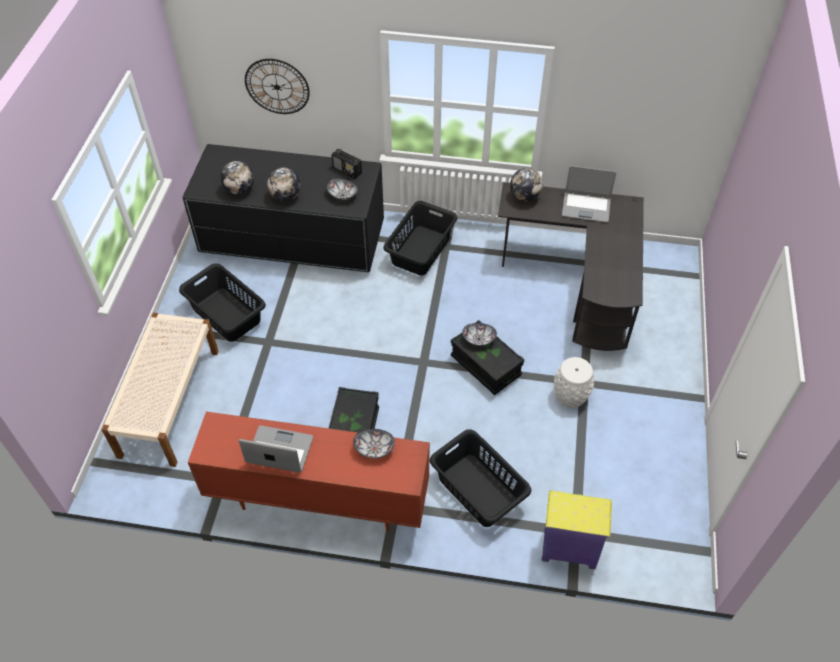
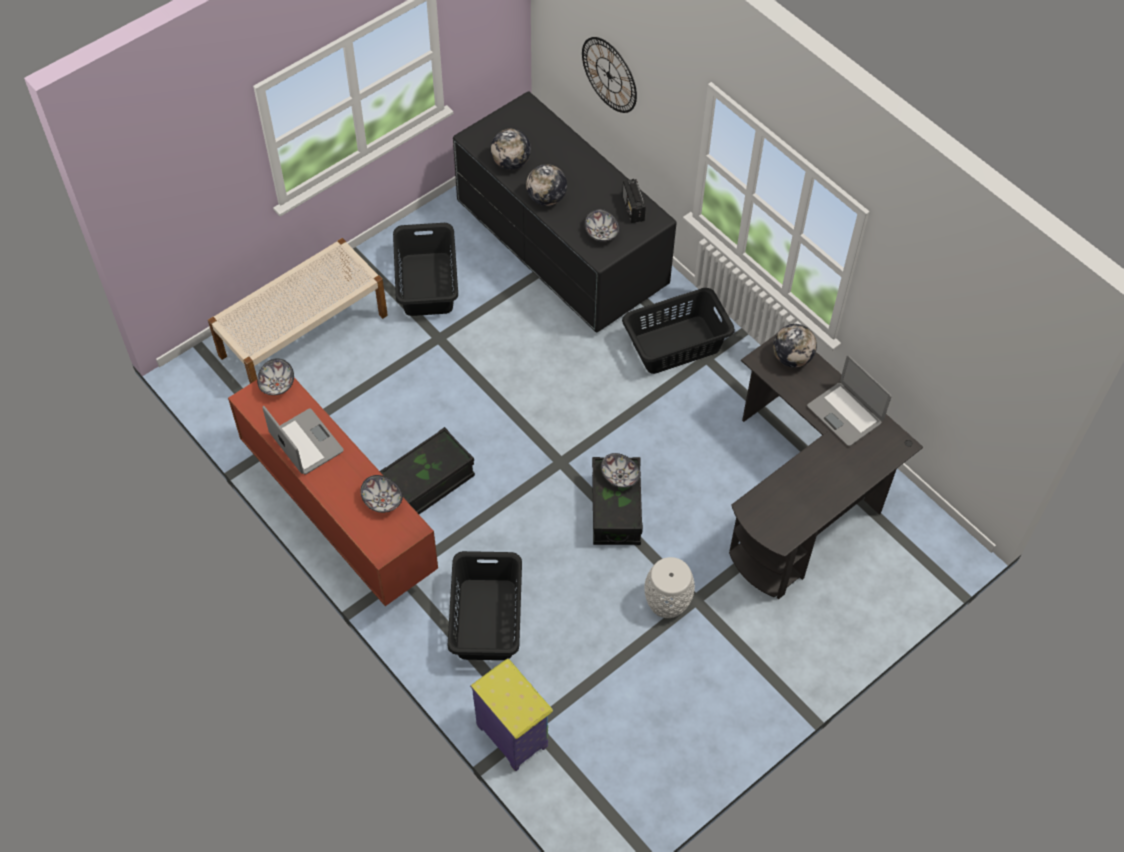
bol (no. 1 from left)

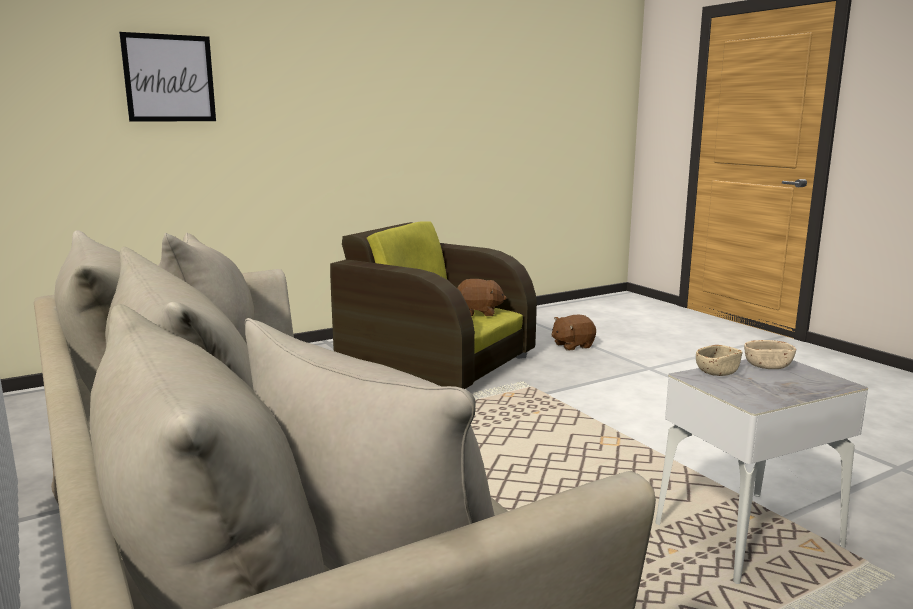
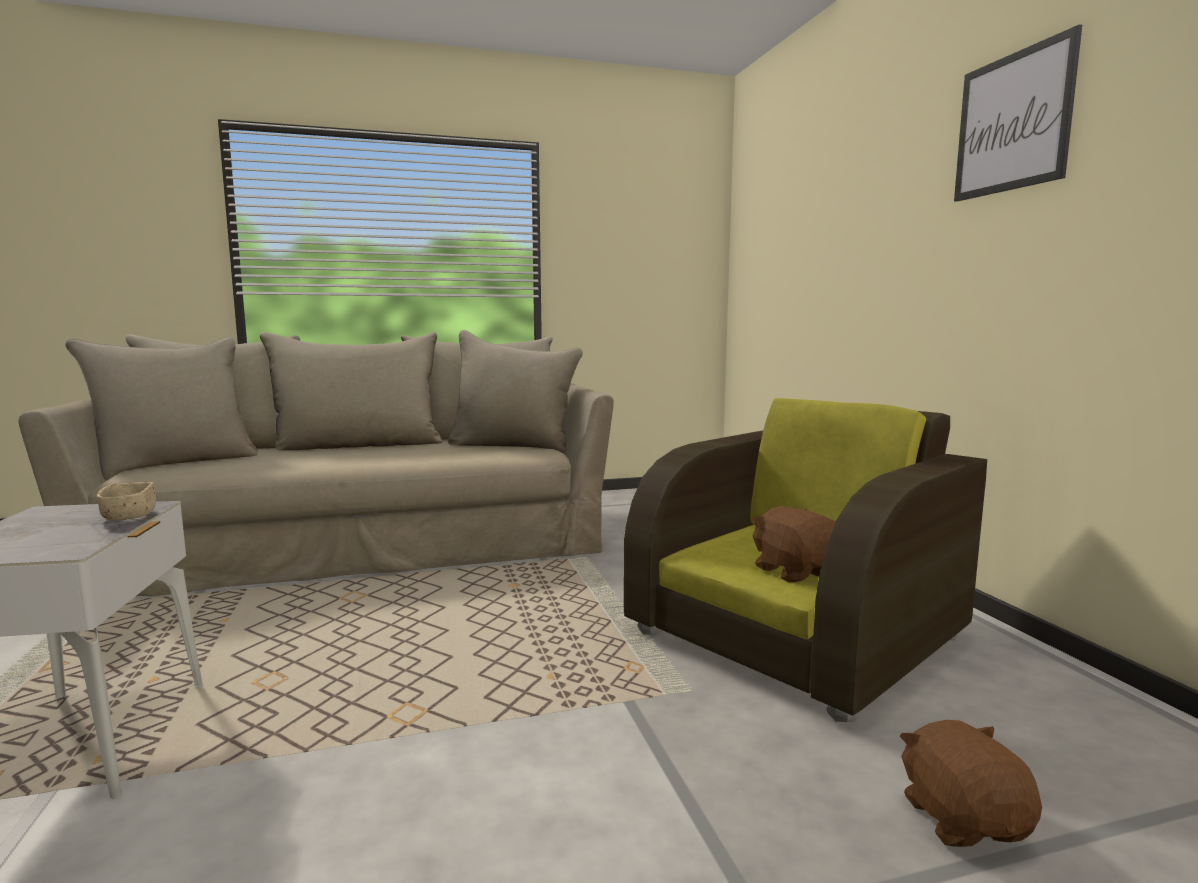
bol [beige] (no. 2 from left in the first image)
tableau
peluche [marron] (no. 1 from left)

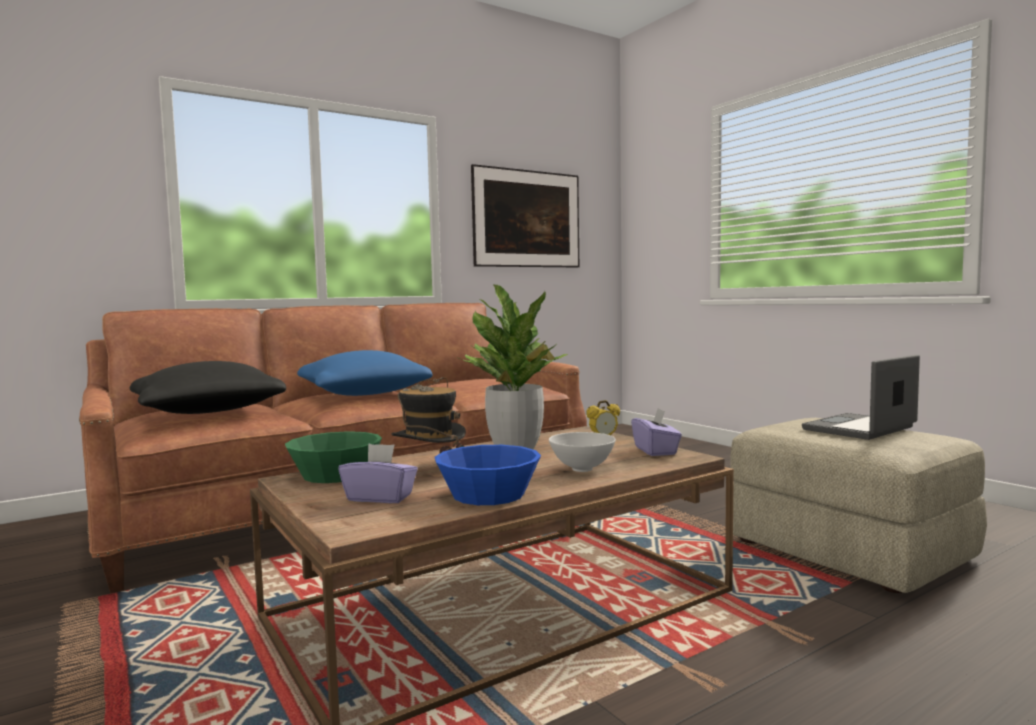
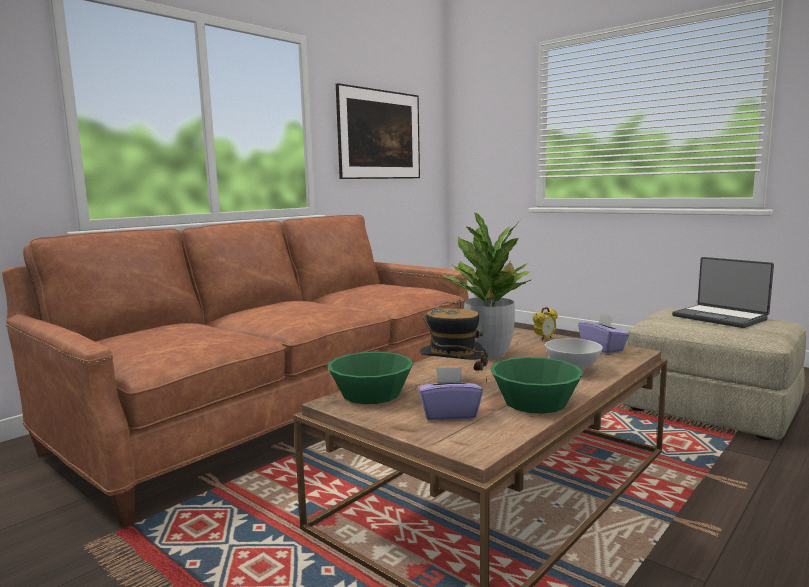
coussin [noir]
coussin [bleu]
bol [vert] (no. 2 from left)
ordinateur portable

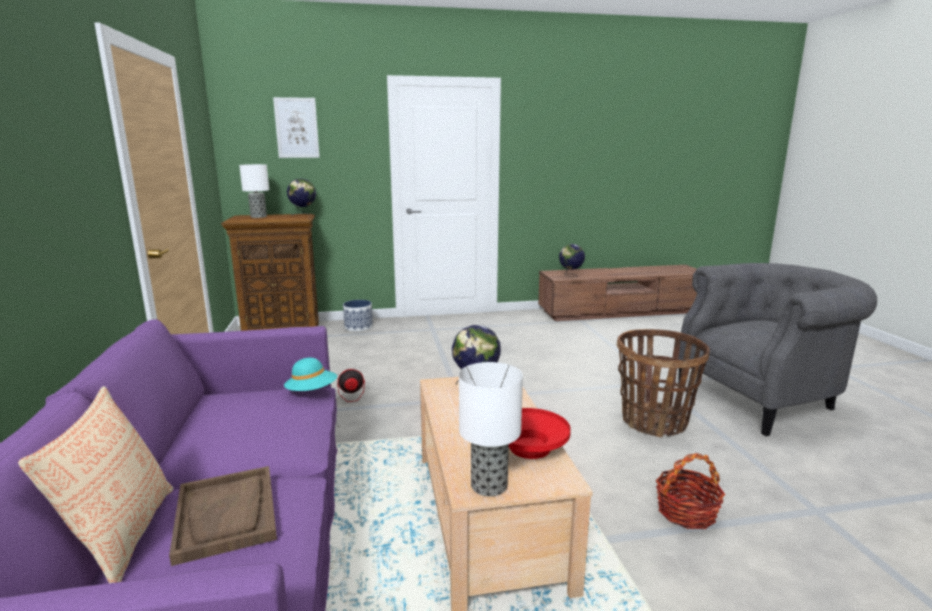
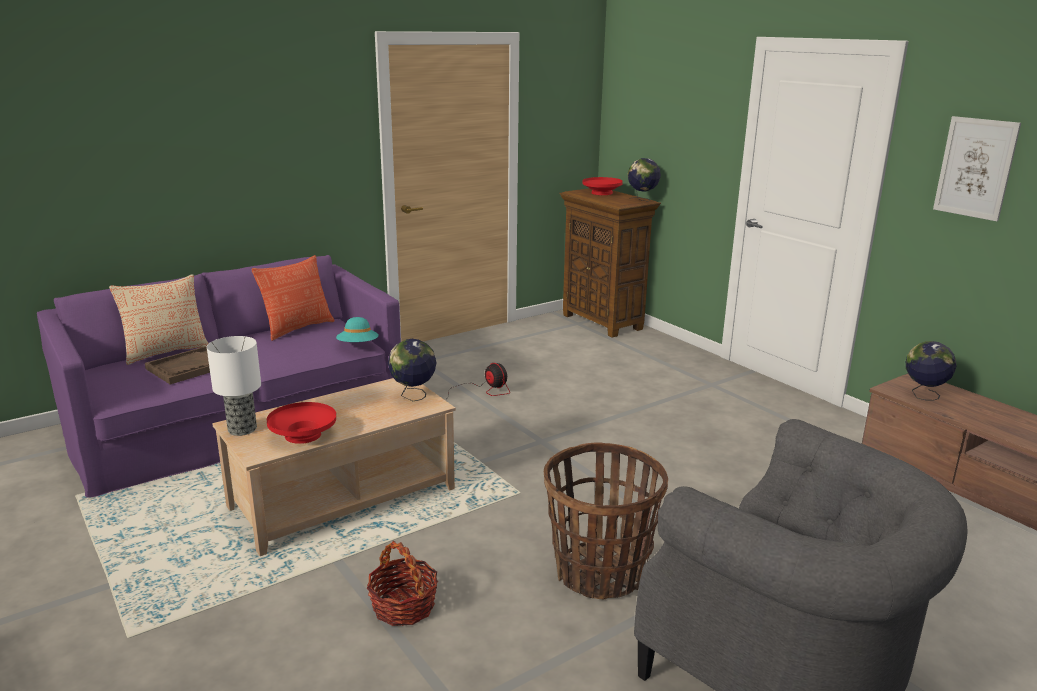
cache-pot
coussin [orange]
tableau
bol [rouge] (no. 2 from left)

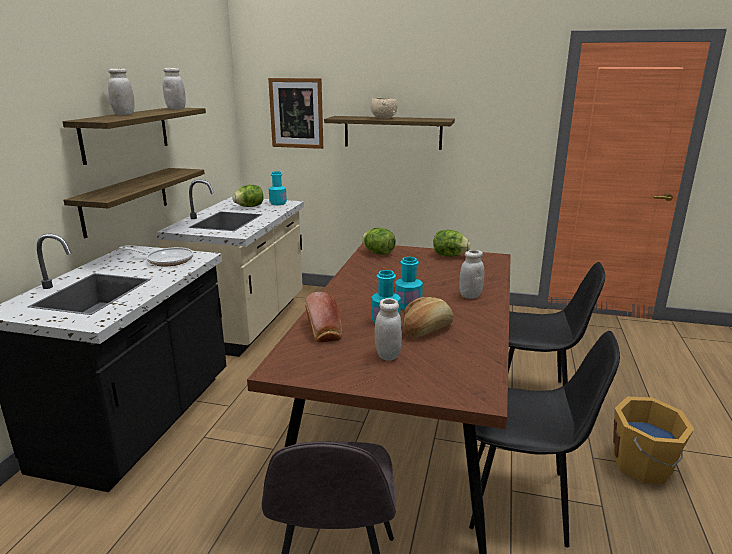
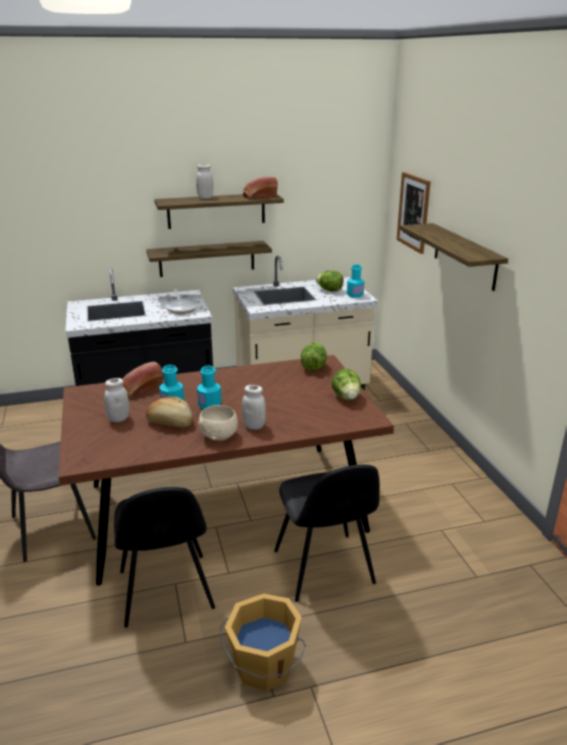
bol [beige]
pain (no. 3 from left)

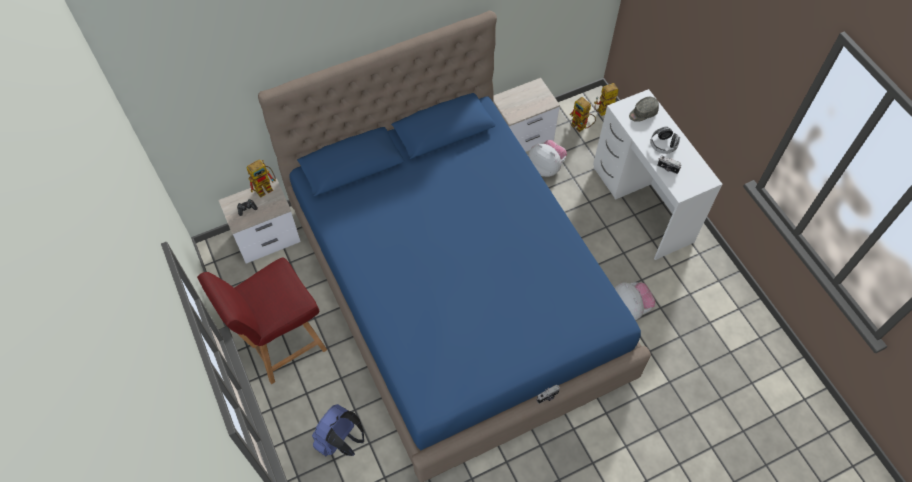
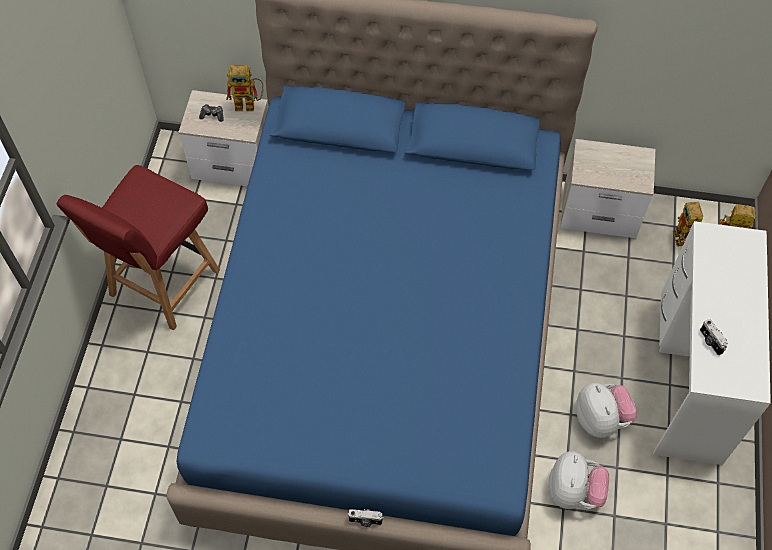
sac à dos [bleu]
casquette [gris]
casque audio
peluche (no. 2 from left)
chaise [rouge]

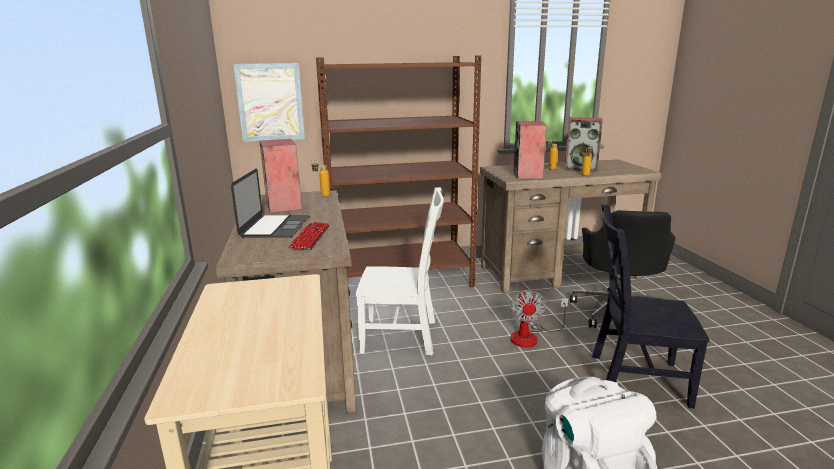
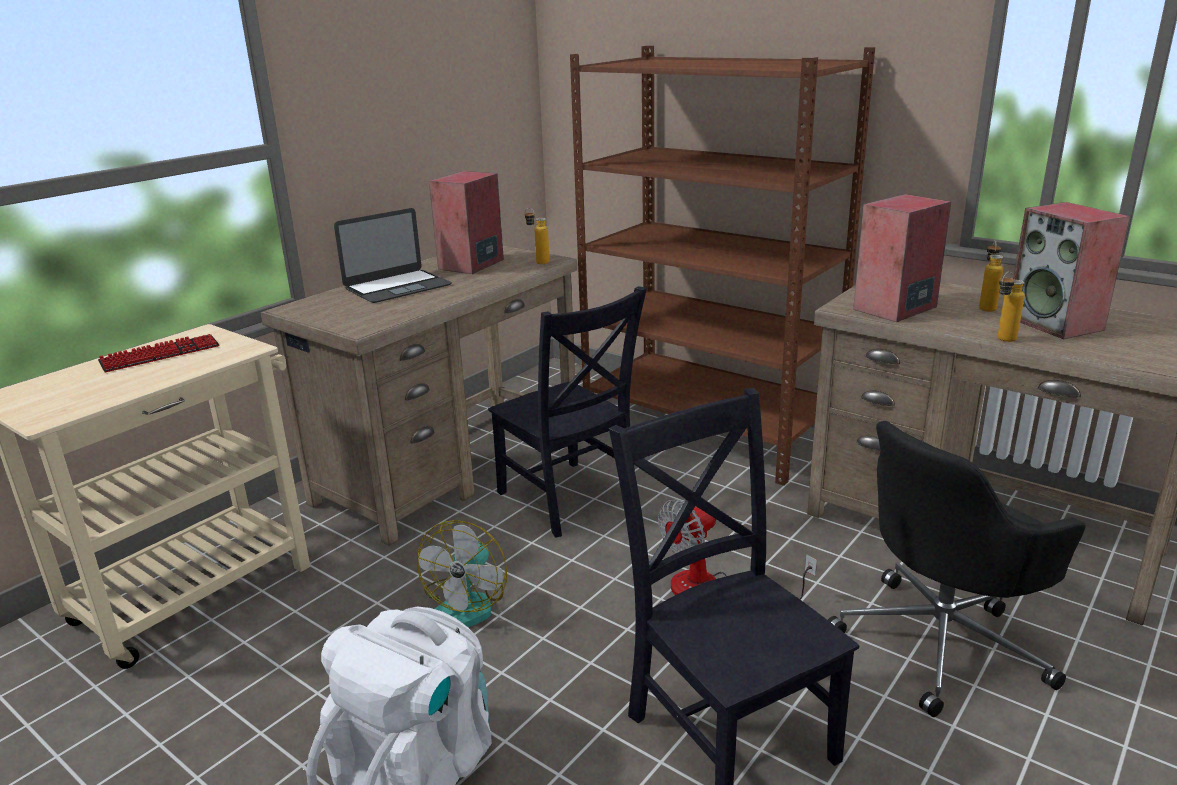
tableau
ventilateur (no. 1 from left)
clavier
chaise [noir] (no. 1 from left)

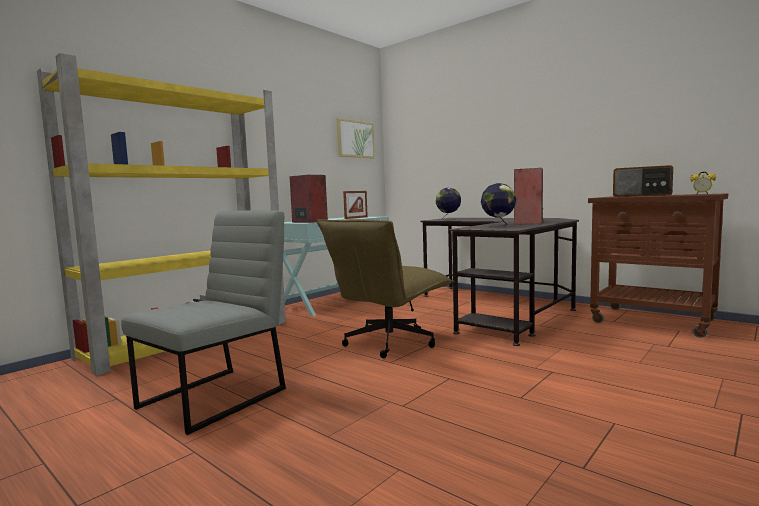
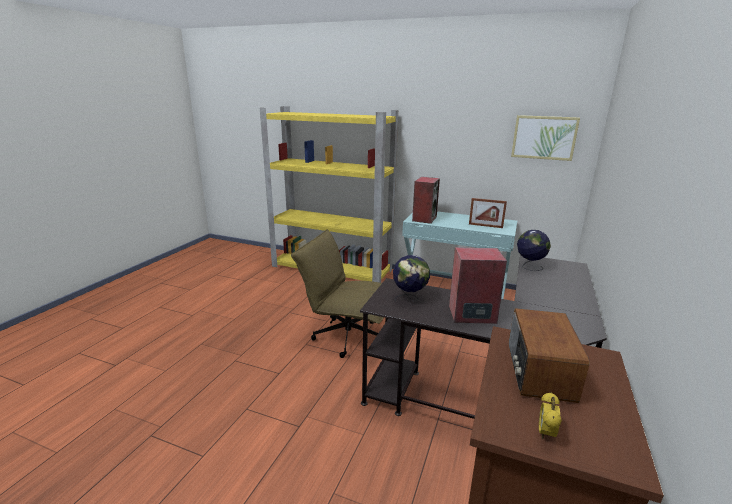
chaise [gris]

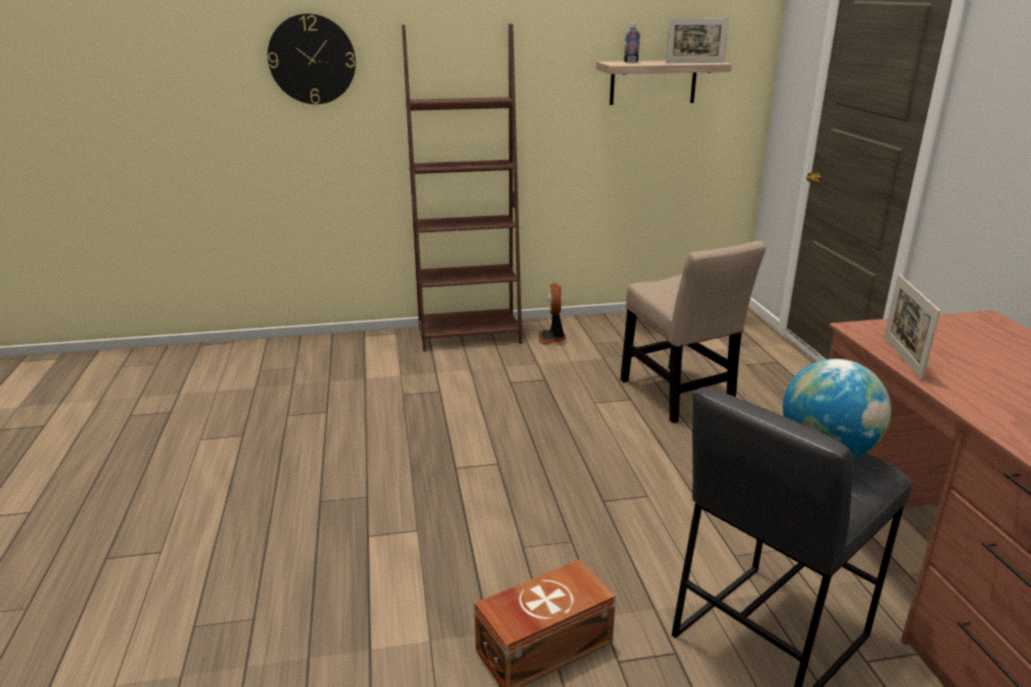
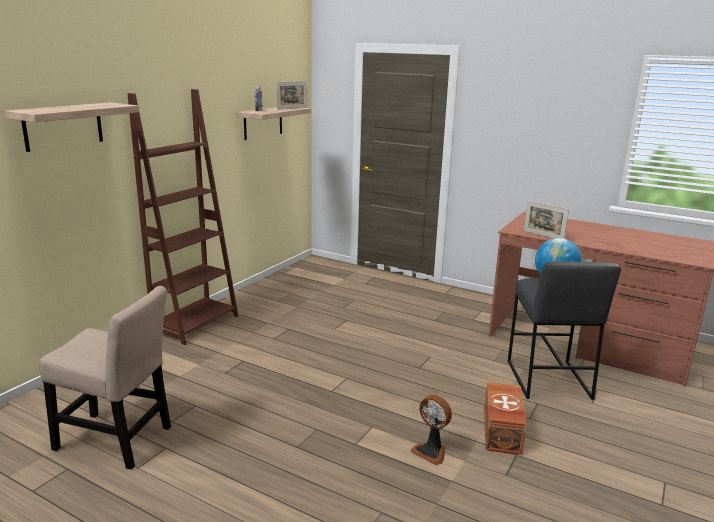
ventilateur
chaise [beige]
étagère (no. 1 from left)

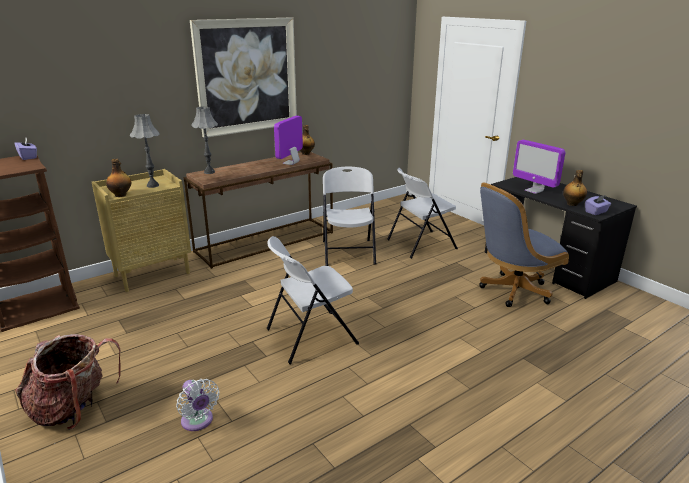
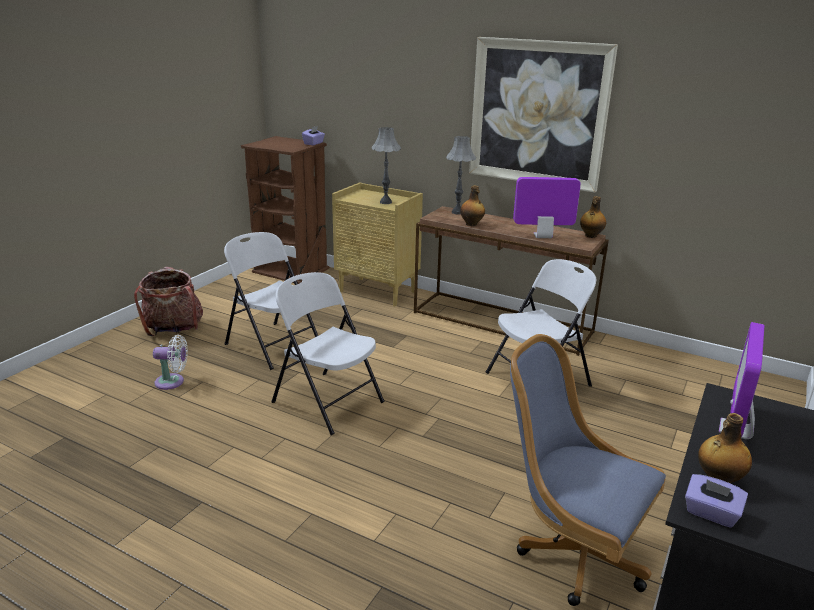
bouteille (no. 1 from left)
chaise [blanc] (no. 1 from left)
ventilateur [blanc]

